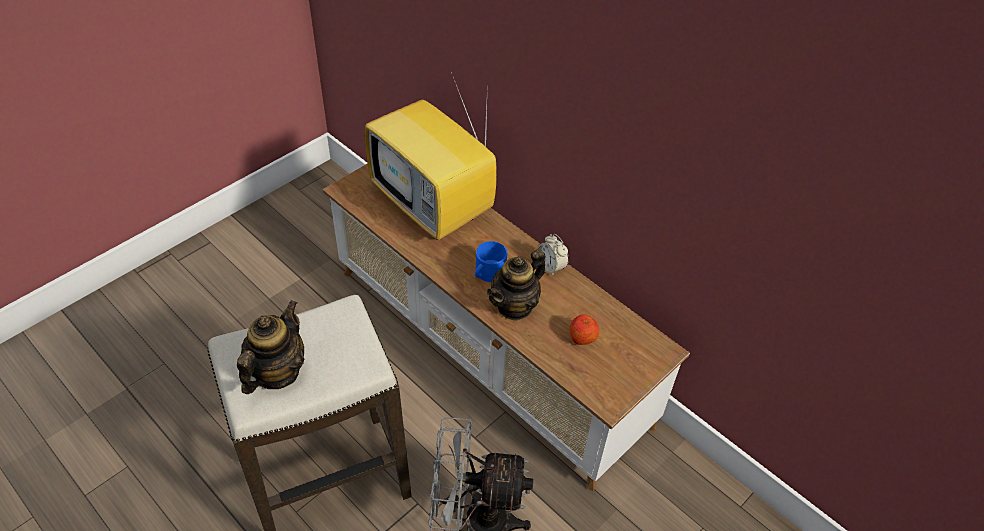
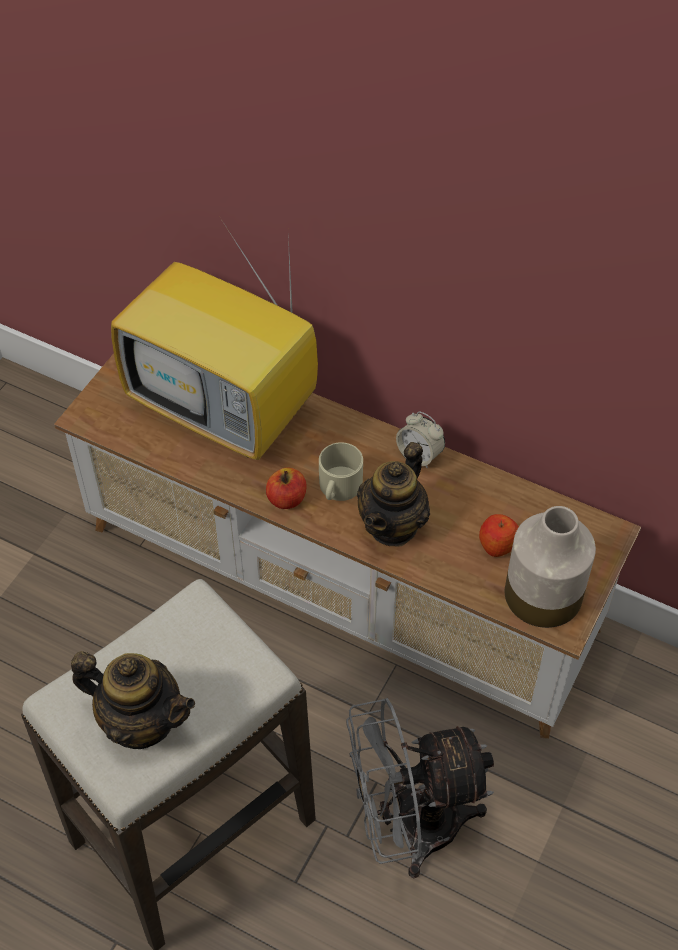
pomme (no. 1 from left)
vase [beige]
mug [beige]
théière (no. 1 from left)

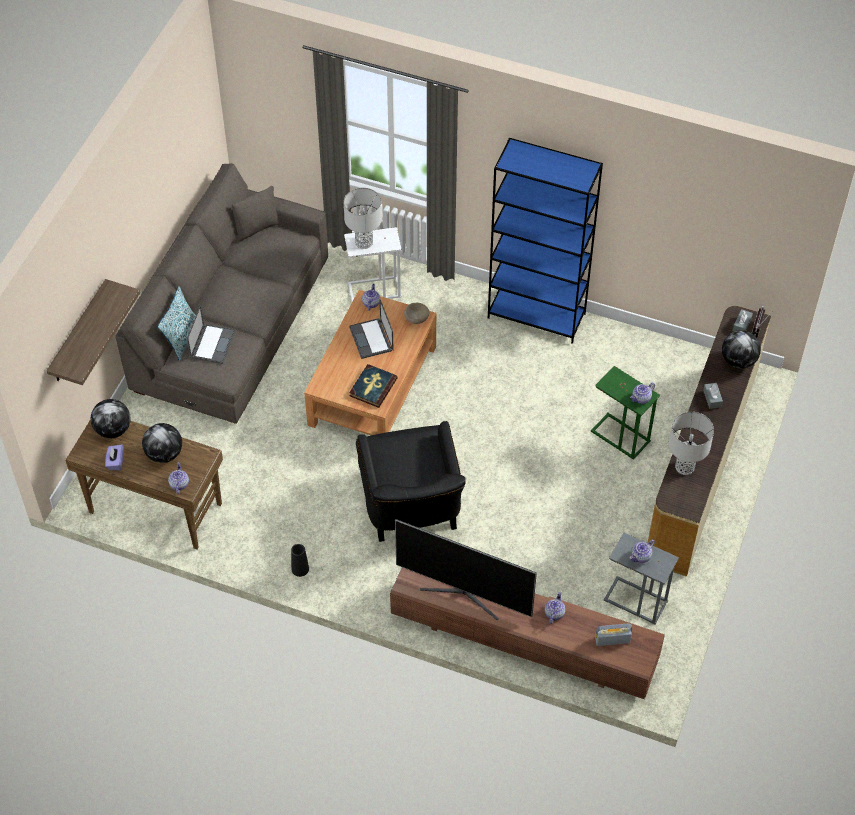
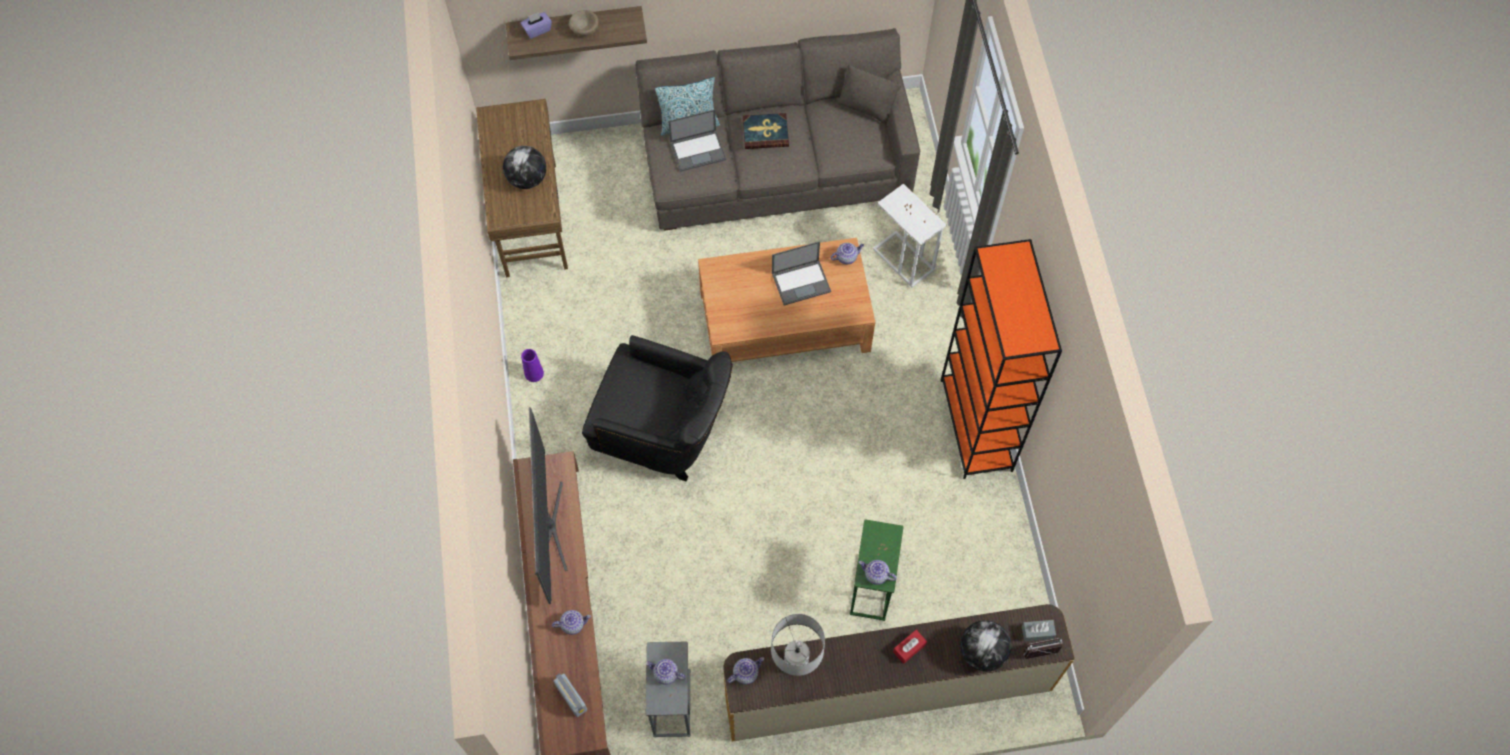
globe (no. 1 from left in the first image)
lampe de table [blanc] (no. 1 from left in the first image)
boîte à mouchoirs [violet]
théière (no. 3 from left)
livre
bol [beige]
vase [violet]
bibliothèque [orange]
boîte à mouchoirs [rouge]
ordinateur portable (no. 2 from left)
fauteuil [noir]

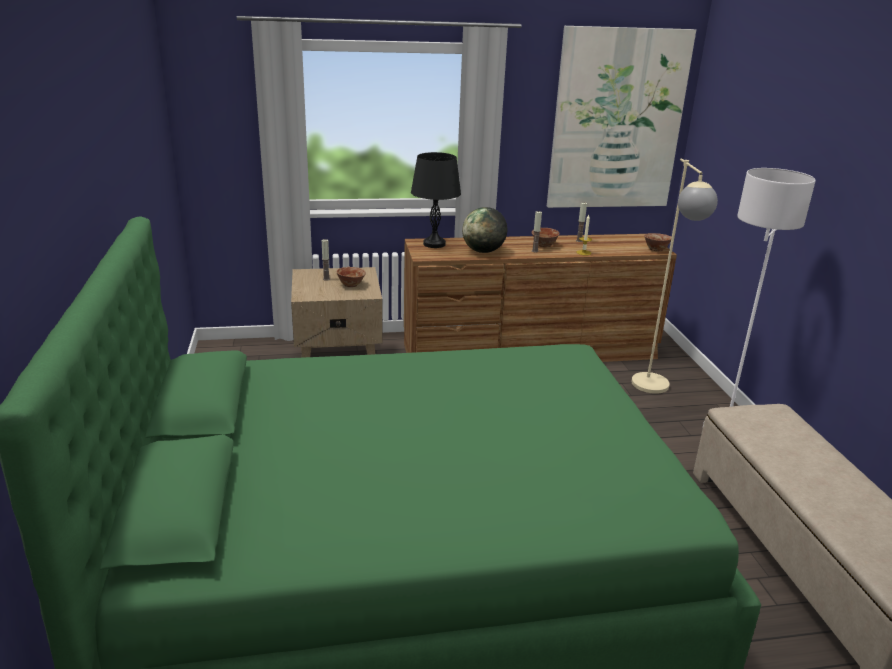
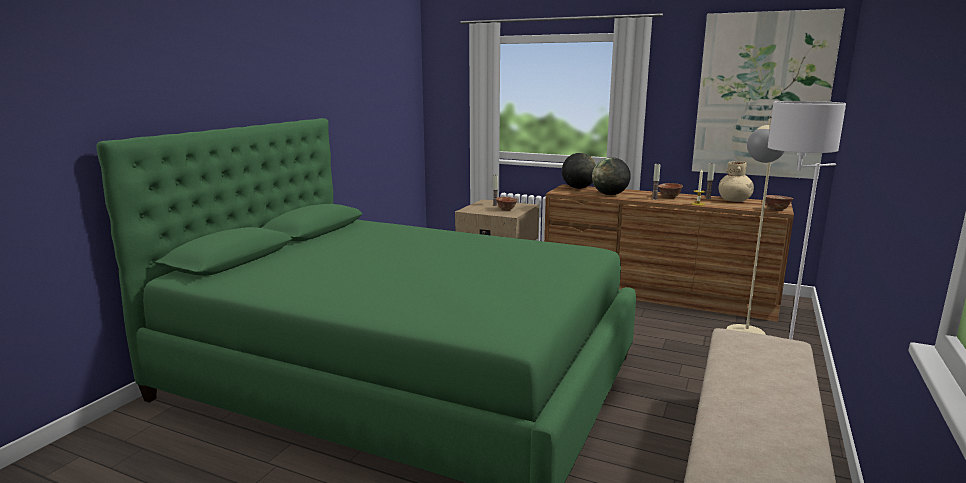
vase [beige]
globe (no. 1 from left)

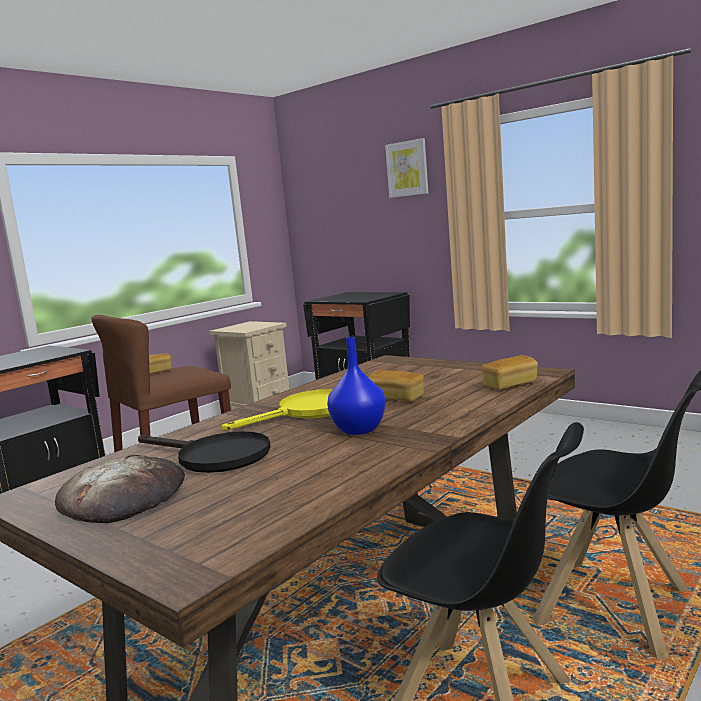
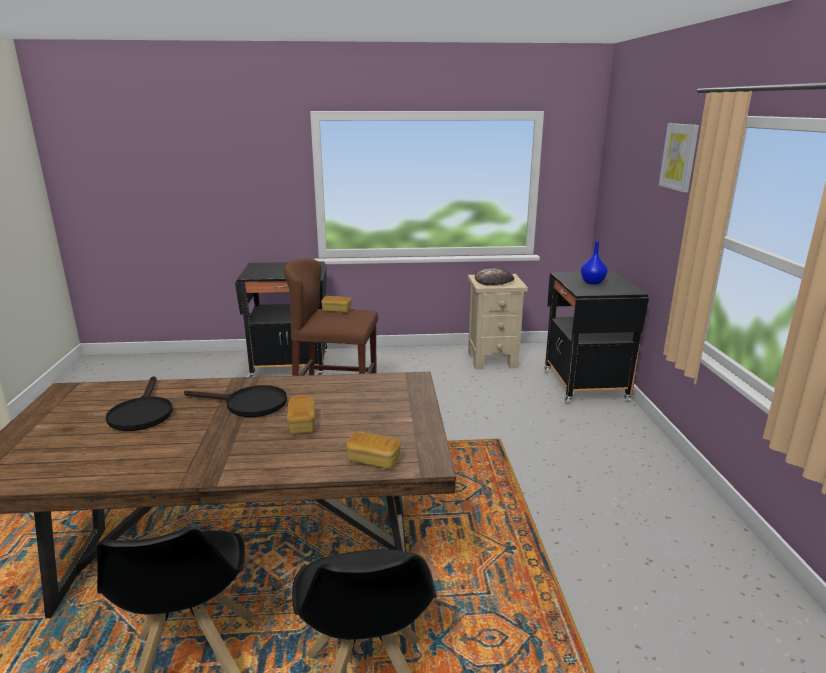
pain (no. 4 from left)
vase [bleu]
poêle [noir] (no. 2 from left)

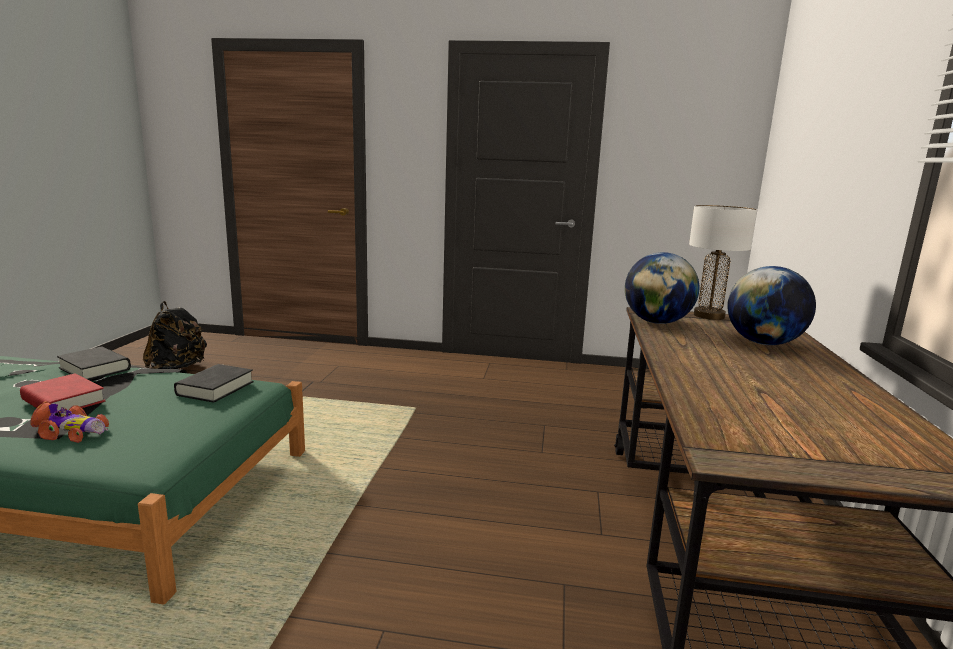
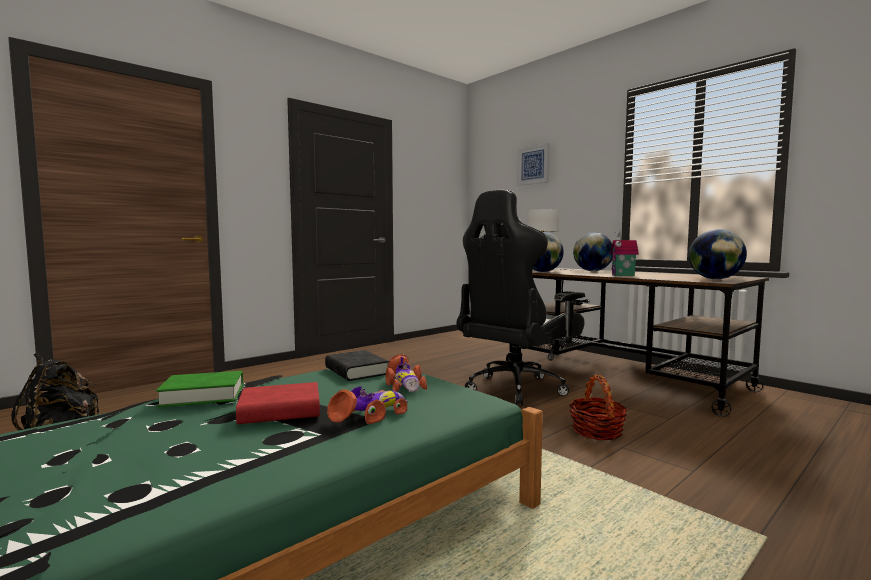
petite voiture (no. 2 from left)
chaise de bureau [noir]
tableau
panier
maison miniature
globe (no. 3 from left)
livre [vert]

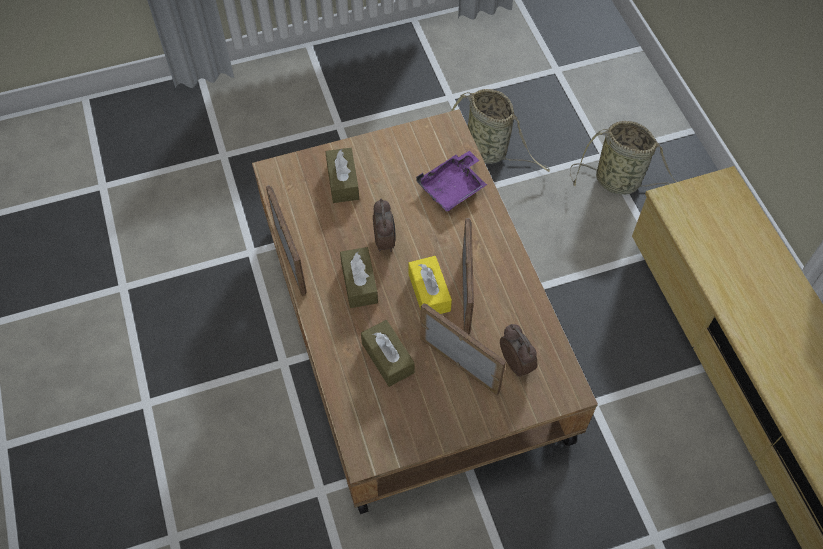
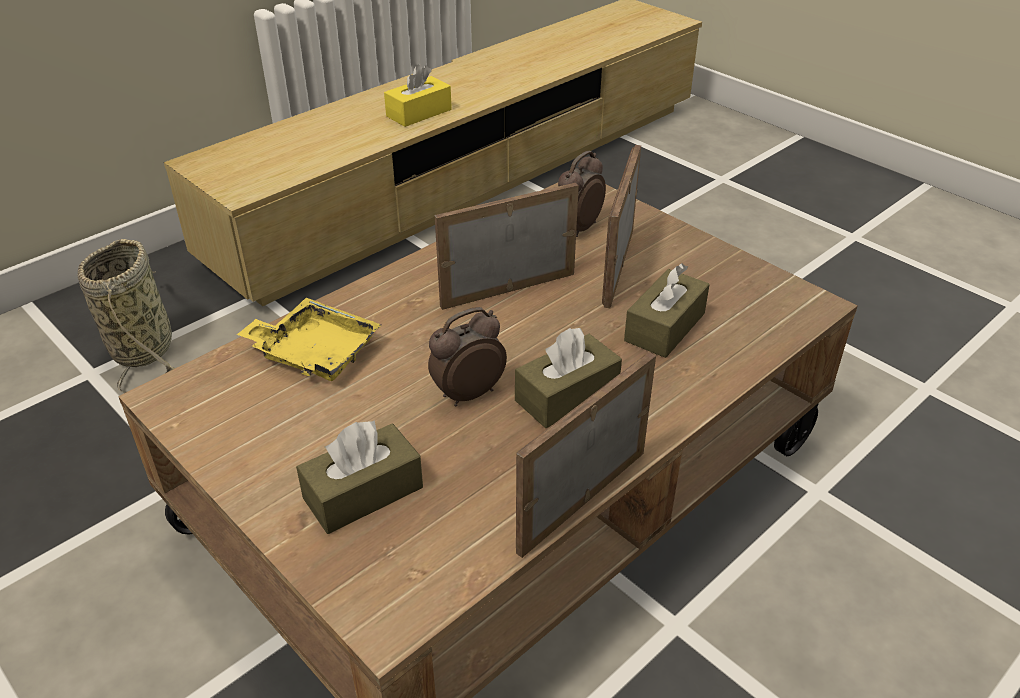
panier (no. 1 from left in the first image)
boîte à mouchoirs [jaune]
plateau [jaune]

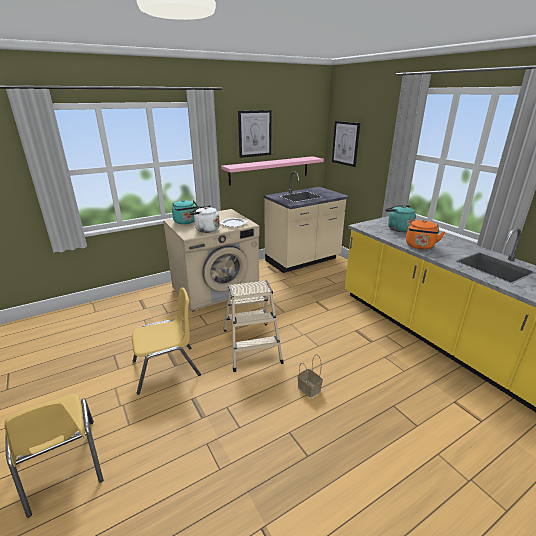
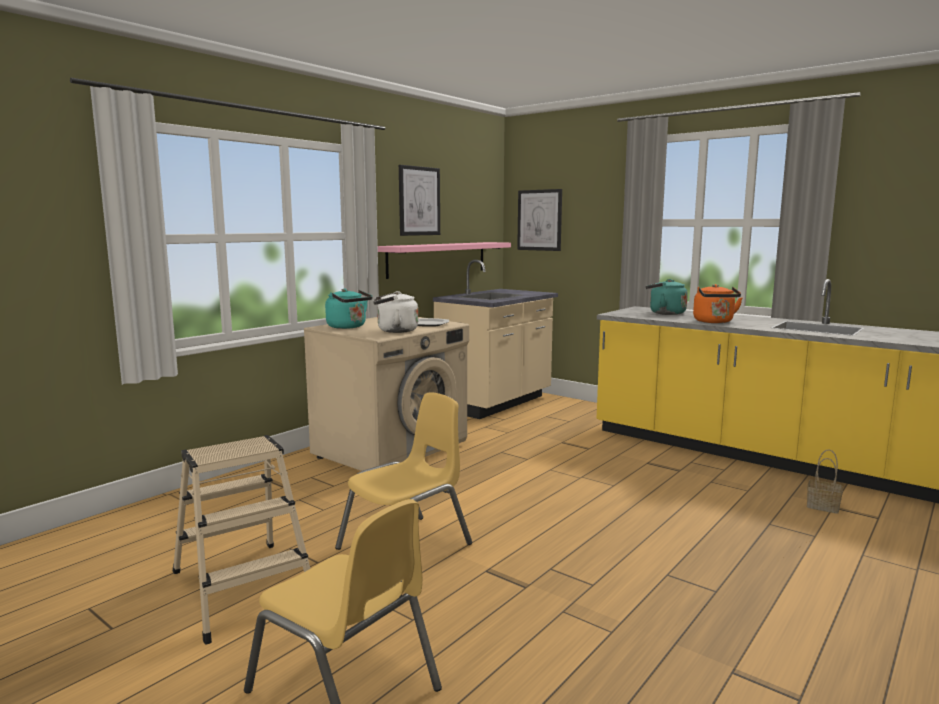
escabeau [beige]
panier

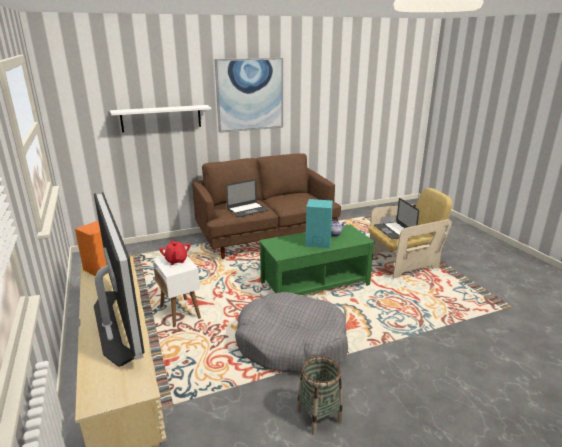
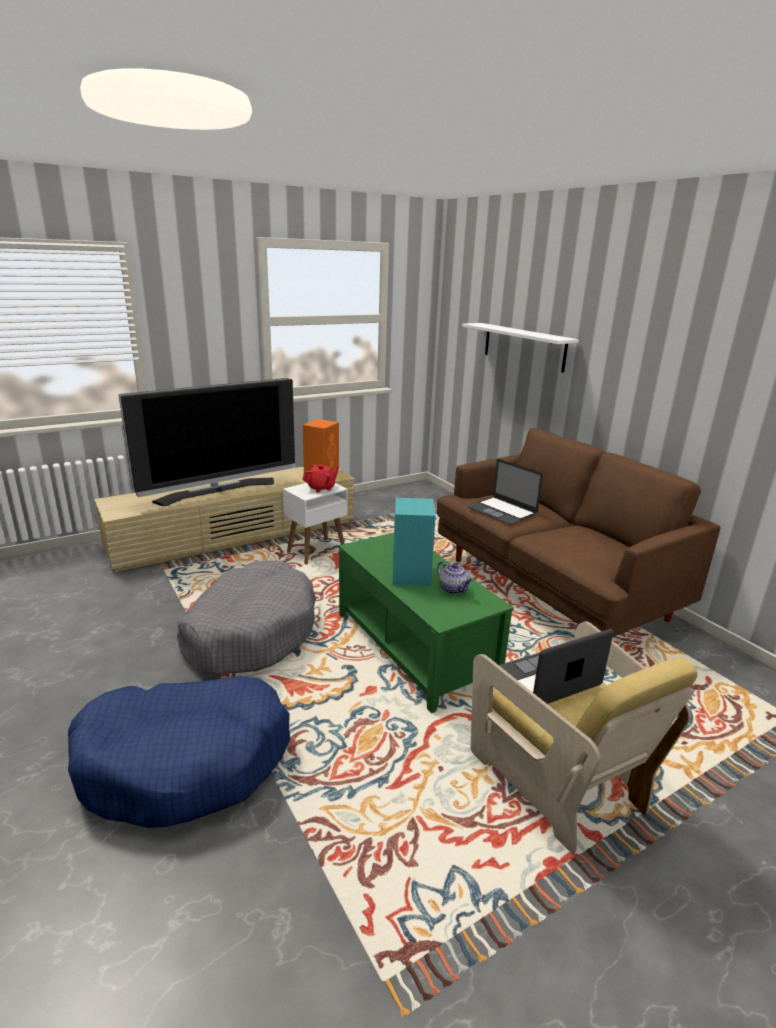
tableau
panier
panier pour chien [bleu]

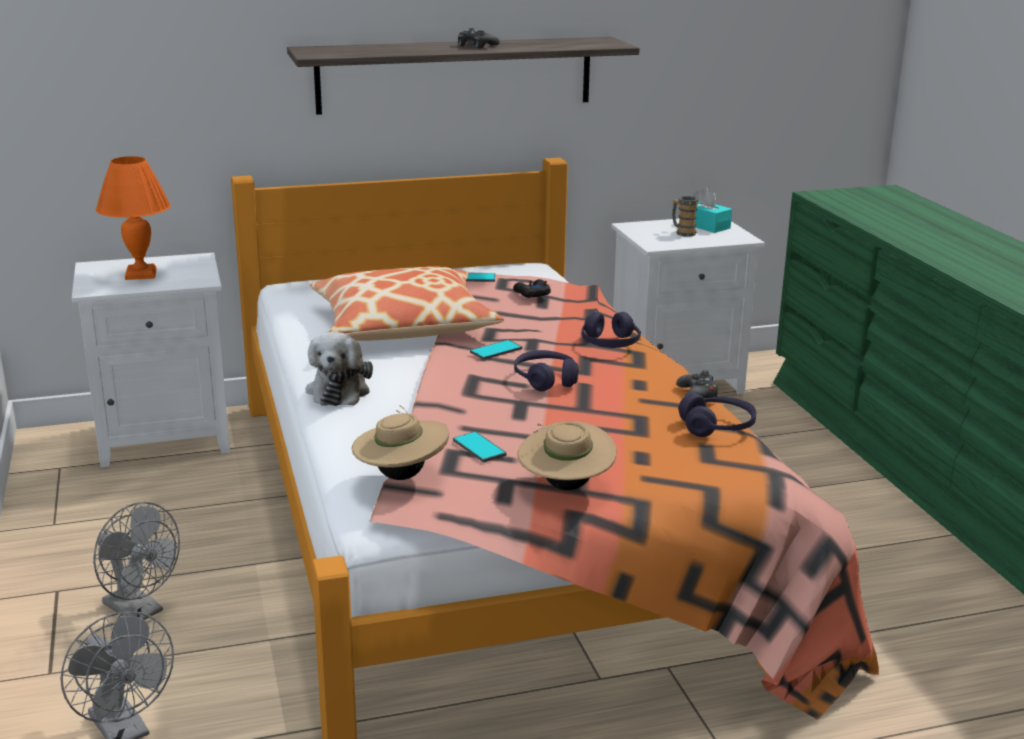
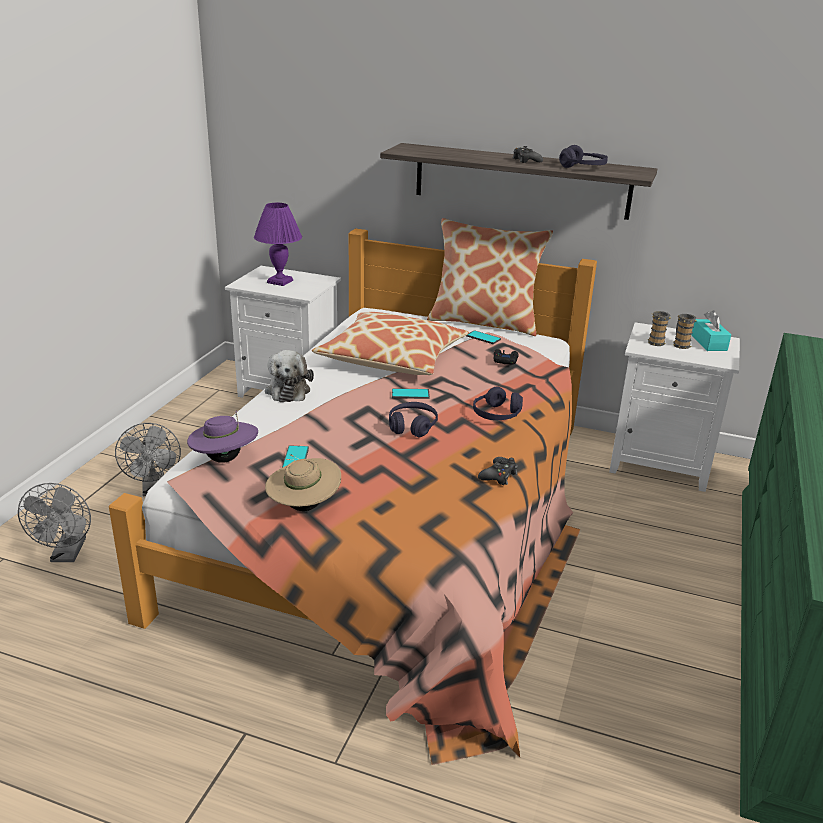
coussin (no. 2 from left)
mug (no. 1 from left)
casque audio [violet] (no. 3 from left)
lampe de table [violet]
chapeau [violet]
peluche

